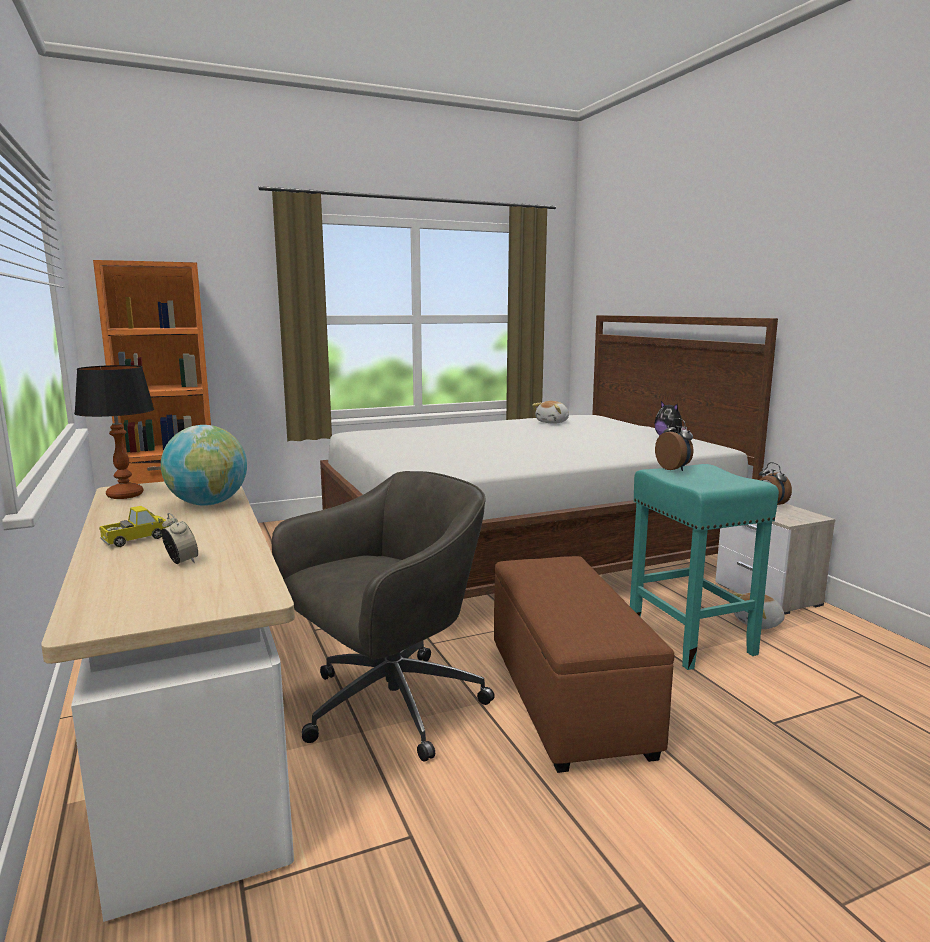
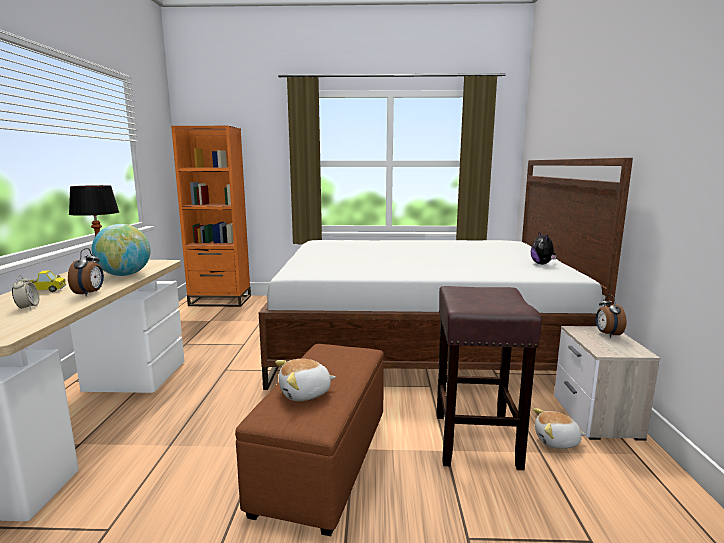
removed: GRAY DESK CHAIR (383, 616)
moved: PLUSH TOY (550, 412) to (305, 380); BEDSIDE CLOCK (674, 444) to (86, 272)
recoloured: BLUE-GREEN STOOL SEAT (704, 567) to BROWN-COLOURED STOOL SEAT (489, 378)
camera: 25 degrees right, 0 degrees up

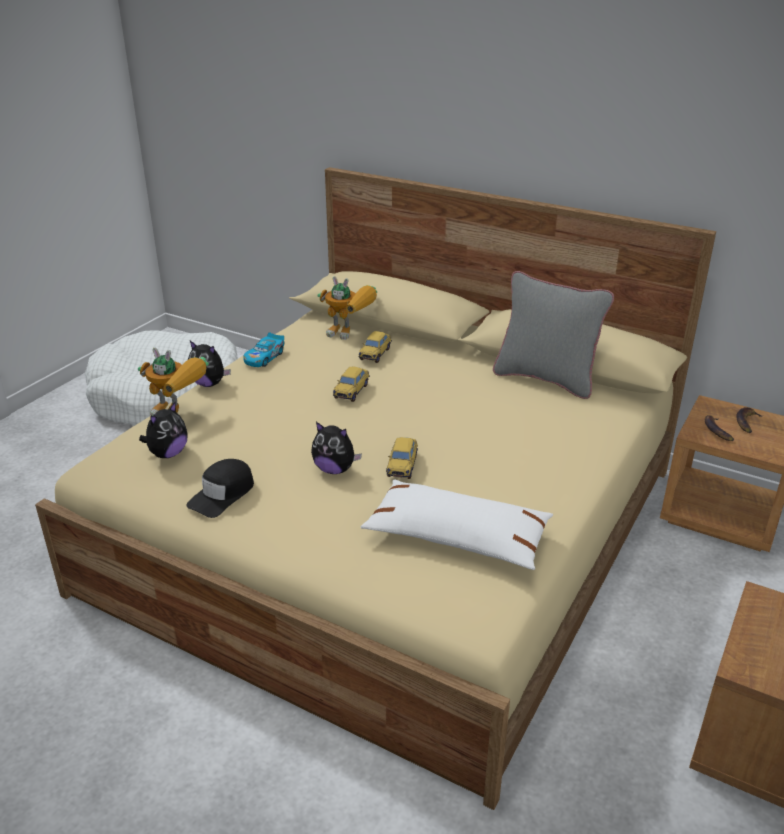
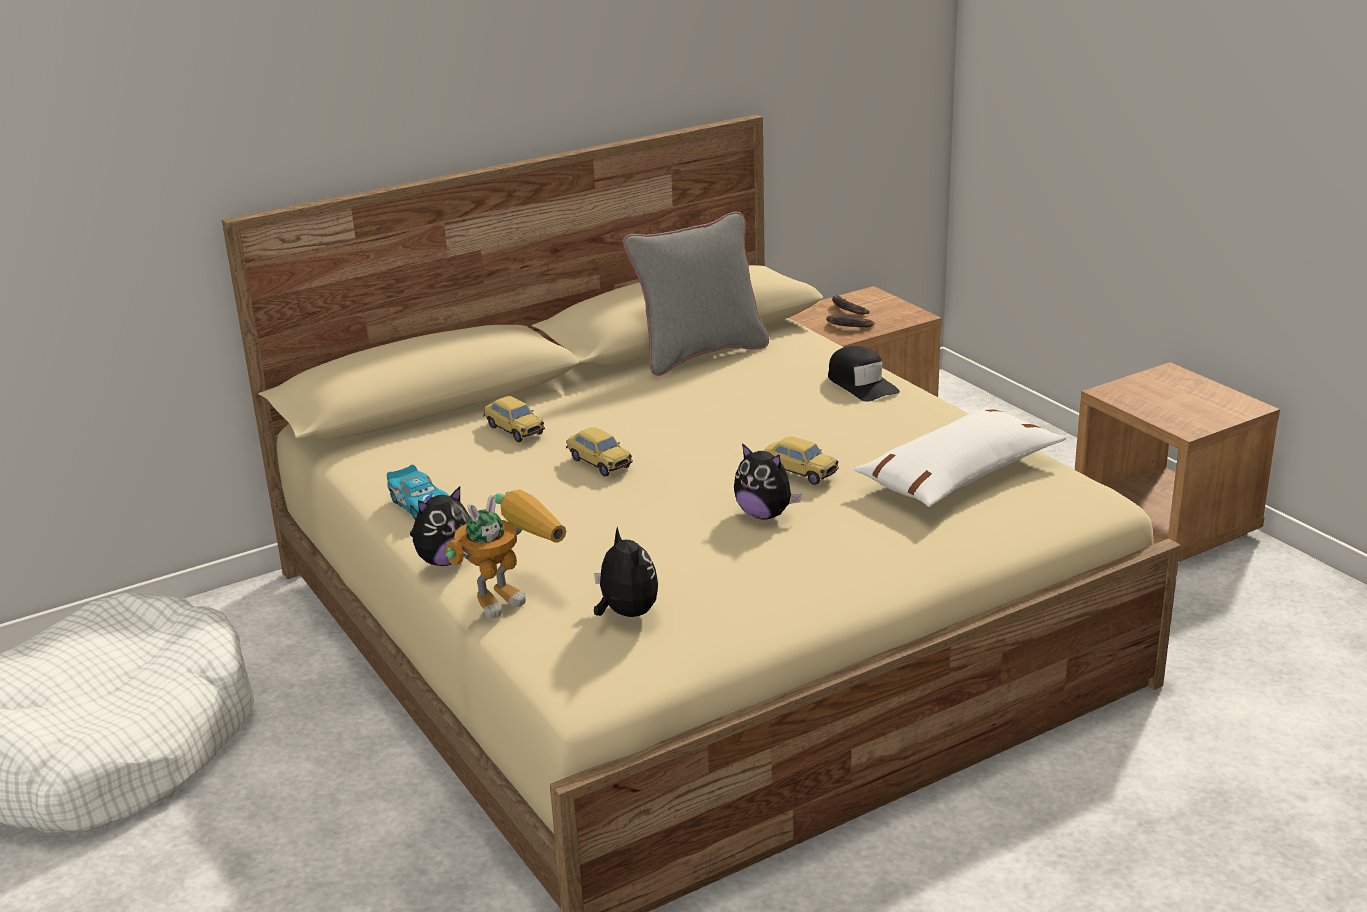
removed: ROBOT FIGURE (347, 308)
moved: BLACK-COLOURED BASEBALL CAP (220, 488) to (864, 374)
turned: PLUSH TOY (336, 448) = (768, 481) 75 degrees clockwise
camera: 60 degrees left, 5 degrees down

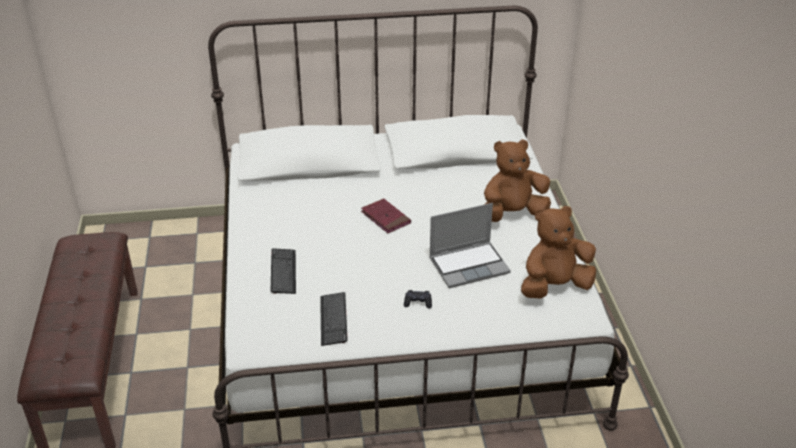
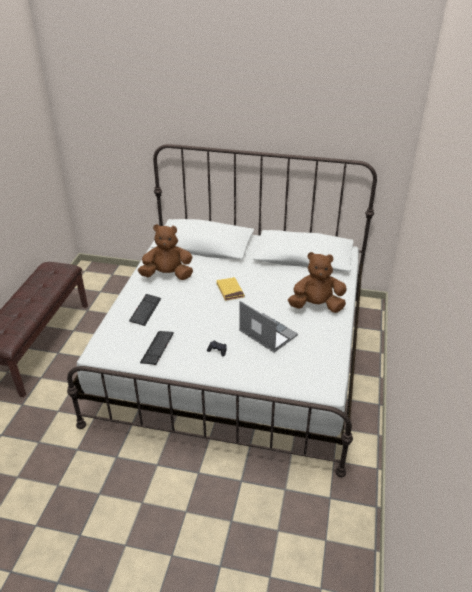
moved: BROWN-COLOURED PLUSH TOY (558, 252) to (165, 252)
recoloured: RED-COLOURED BOUND BOOK (386, 216) to YELLOWISH BOUND BOOK (230, 289)
turned: PORTABLE COMPUTER (470, 245) = (268, 326) 135 degrees counterclockwise
camera: 20 degrees right, 0 degrees up

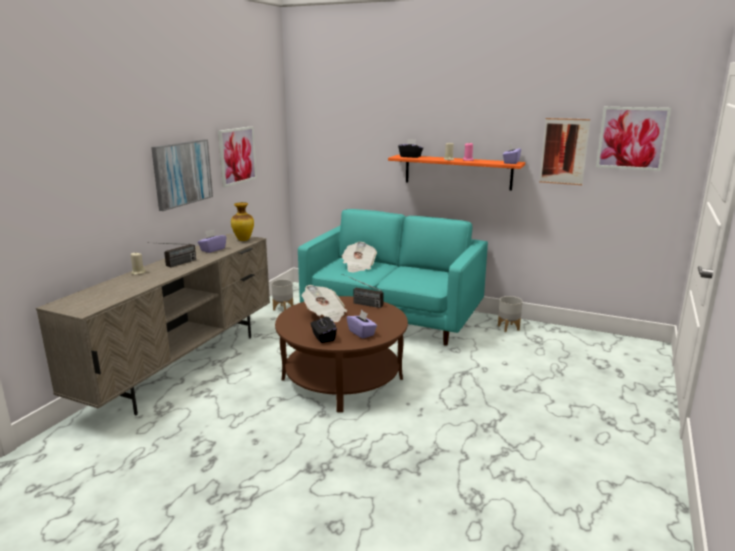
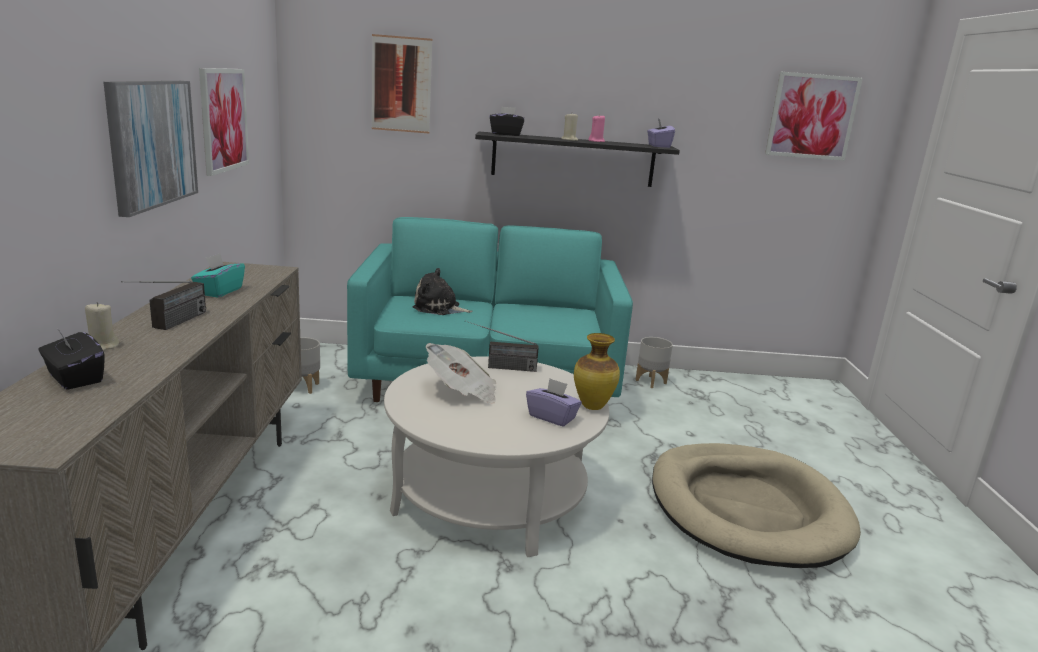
added: BEIGE-COLOURED PET BED (756, 505)
moved: PICTURE (565, 151) to (402, 83); DECORATIVE VASE (242, 221) to (597, 371); BLACK-COLOURED TISSUE BOX (323, 329) to (71, 359)
replaced: PRINTED PAPER (359, 257) to PLUSH TOY (443, 291)
recoloured: ORANGE-COLOURED SHELF (456, 173) to BLACK-COLOURED SHELF (577, 159); PURPLE-COLOURED TISSUE BOX (212, 241) to BLUE-GREEN TISSUE BOX (218, 275); BROWN-COLOURED LOW TABLE (341, 354) to WHITE-COLOURED LOW TABLE (496, 457)
camera: 25 degrees left, 0 degrees up

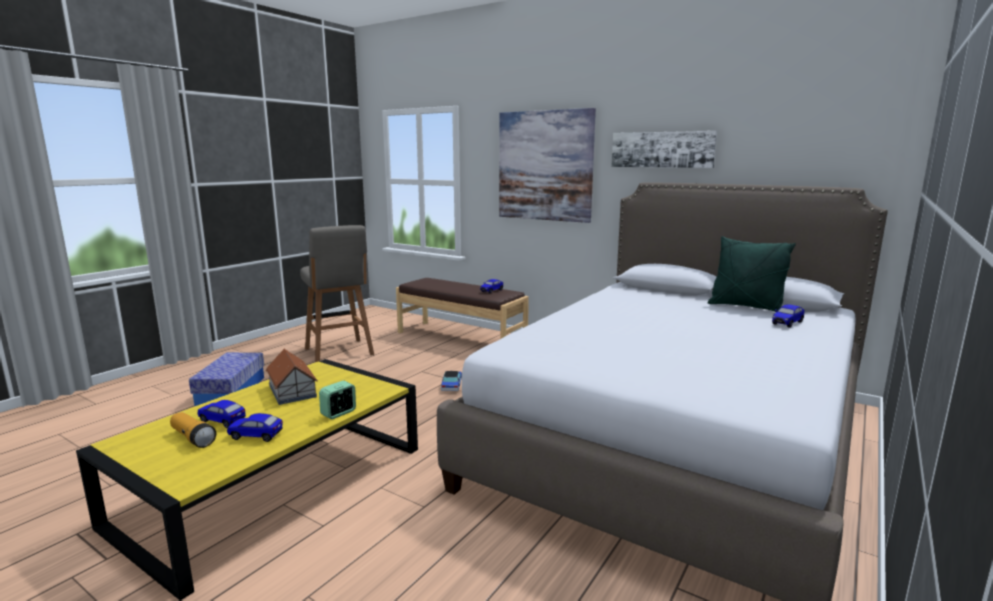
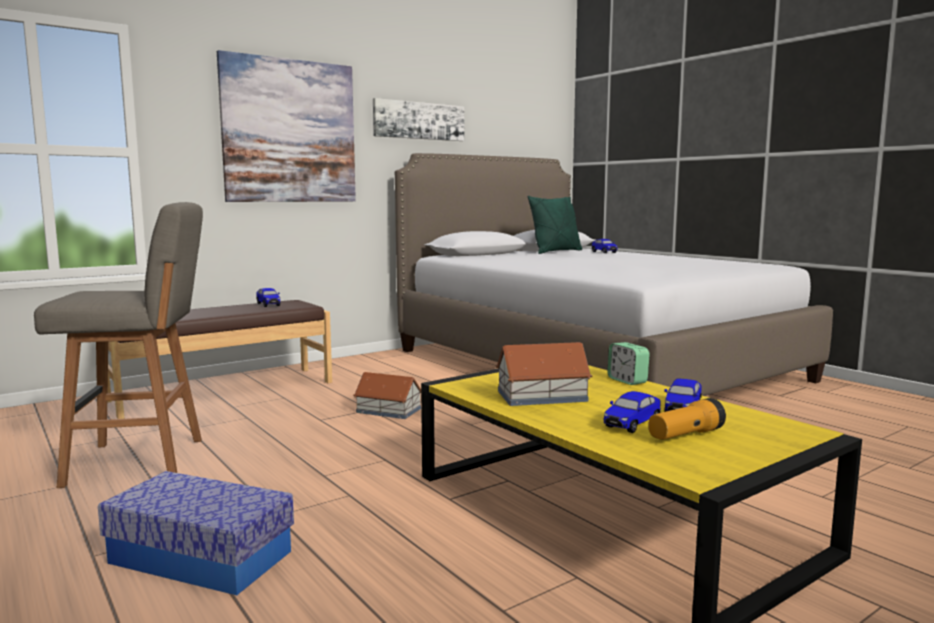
replaced: MINIATURE CAR (451, 381) to MINIATURE HOUSE (387, 395)
camera: 70 degrees left, 5 degrees down

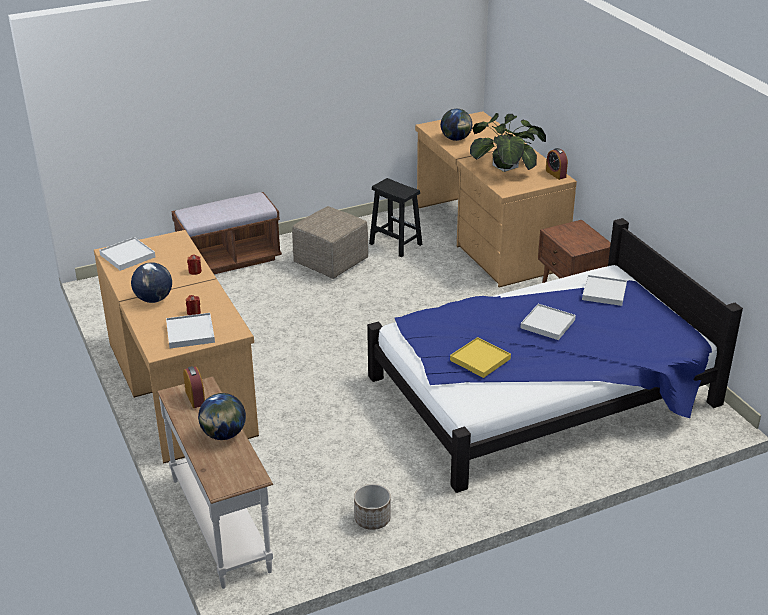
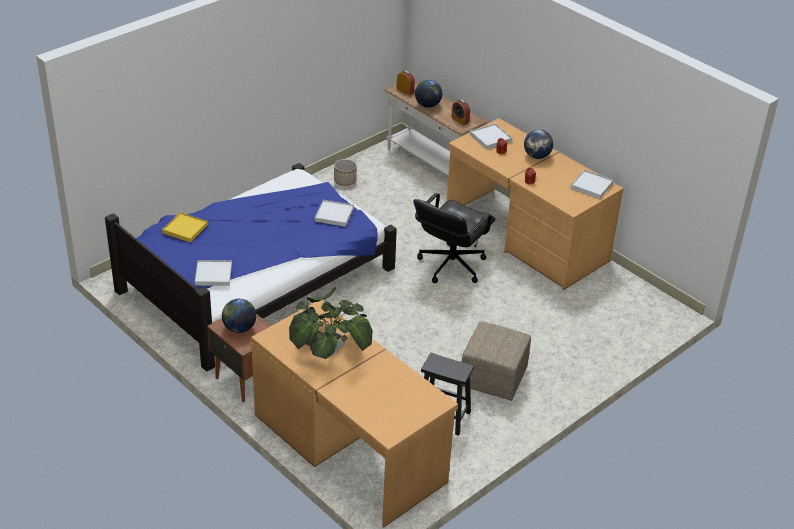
removed: BROWN-COLOURED BENCH (227, 233)
added: BLACK-COLOURED DESK CHAIR (454, 238)
moved: DESK GLOBE (456, 125) to (239, 316); BEDSIDE CLOCK (557, 164) to (405, 82); WHITE-COLOURED TRAY (548, 322) to (334, 213); YELLOWISH TRAY (480, 357) to (185, 227)
camera: 160 degrees right, 5 degrees up

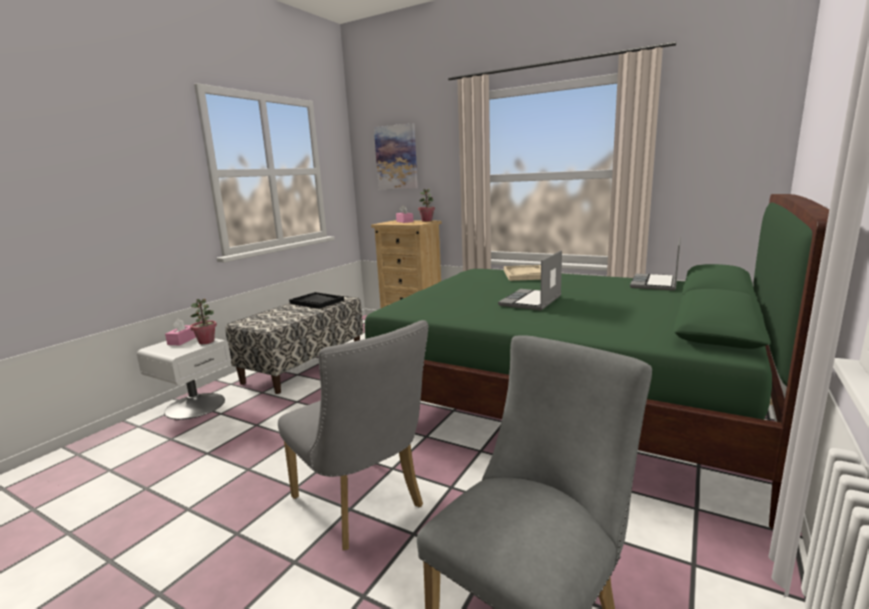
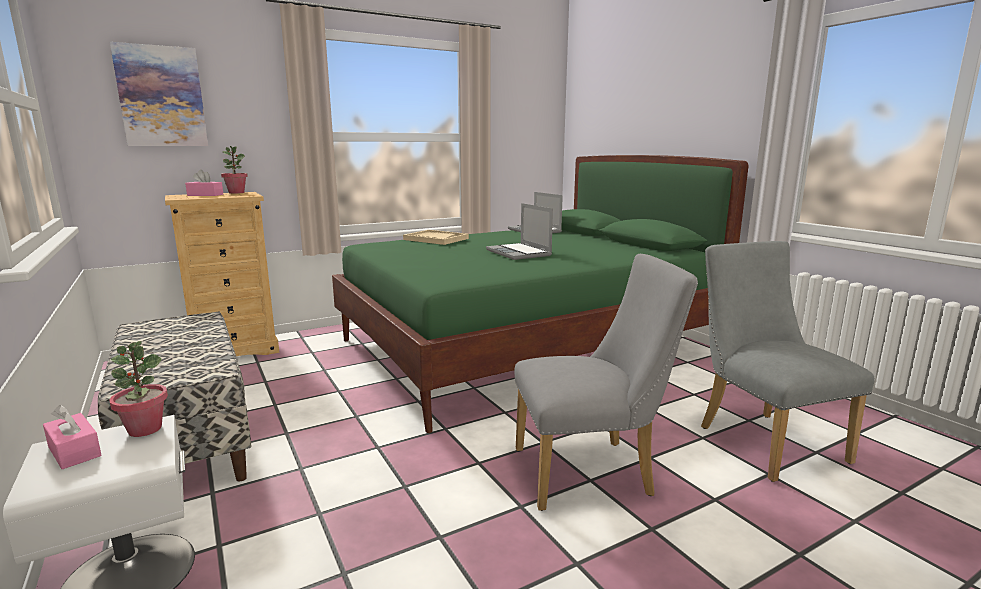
removed: BLACK-COLOURED TRAY (316, 300)
camera: 60 degrees left, 0 degrees up

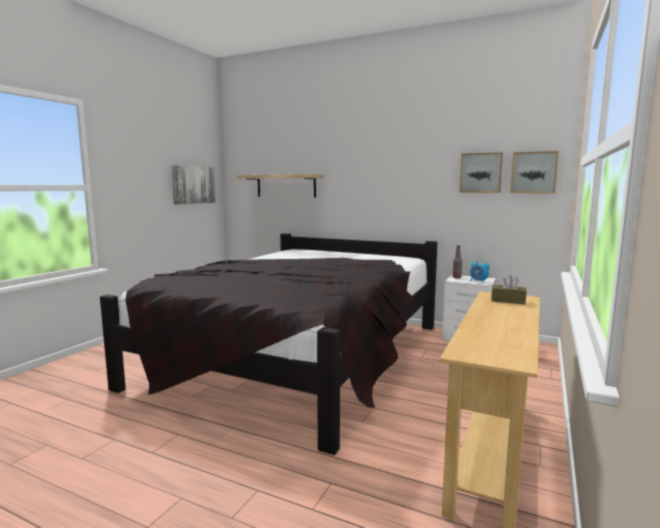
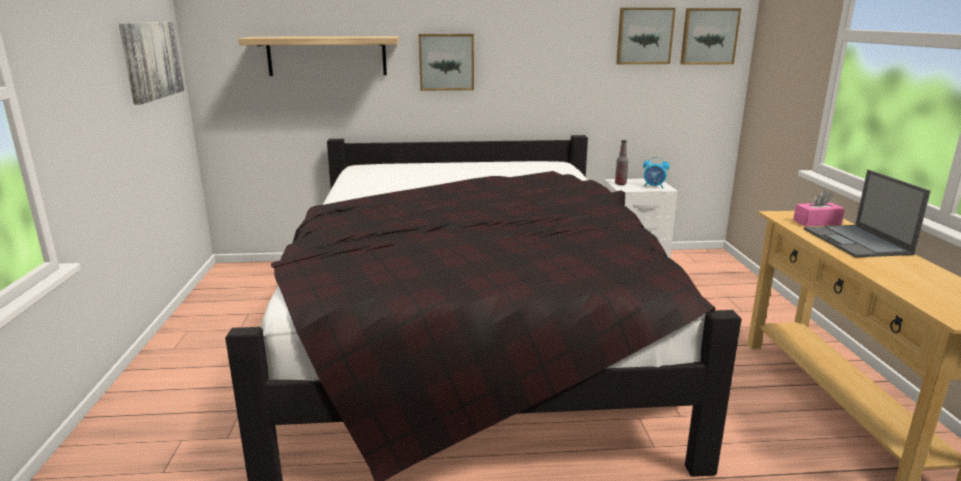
added: PICTURE (446, 62); PORTABLE COMPUTER (867, 214)
recoloured: BROWN-COLOURED TISSUE BOX (508, 289) to PINK-COLOURED TISSUE BOX (819, 208)
camera: 30 degrees left, 10 degrees up

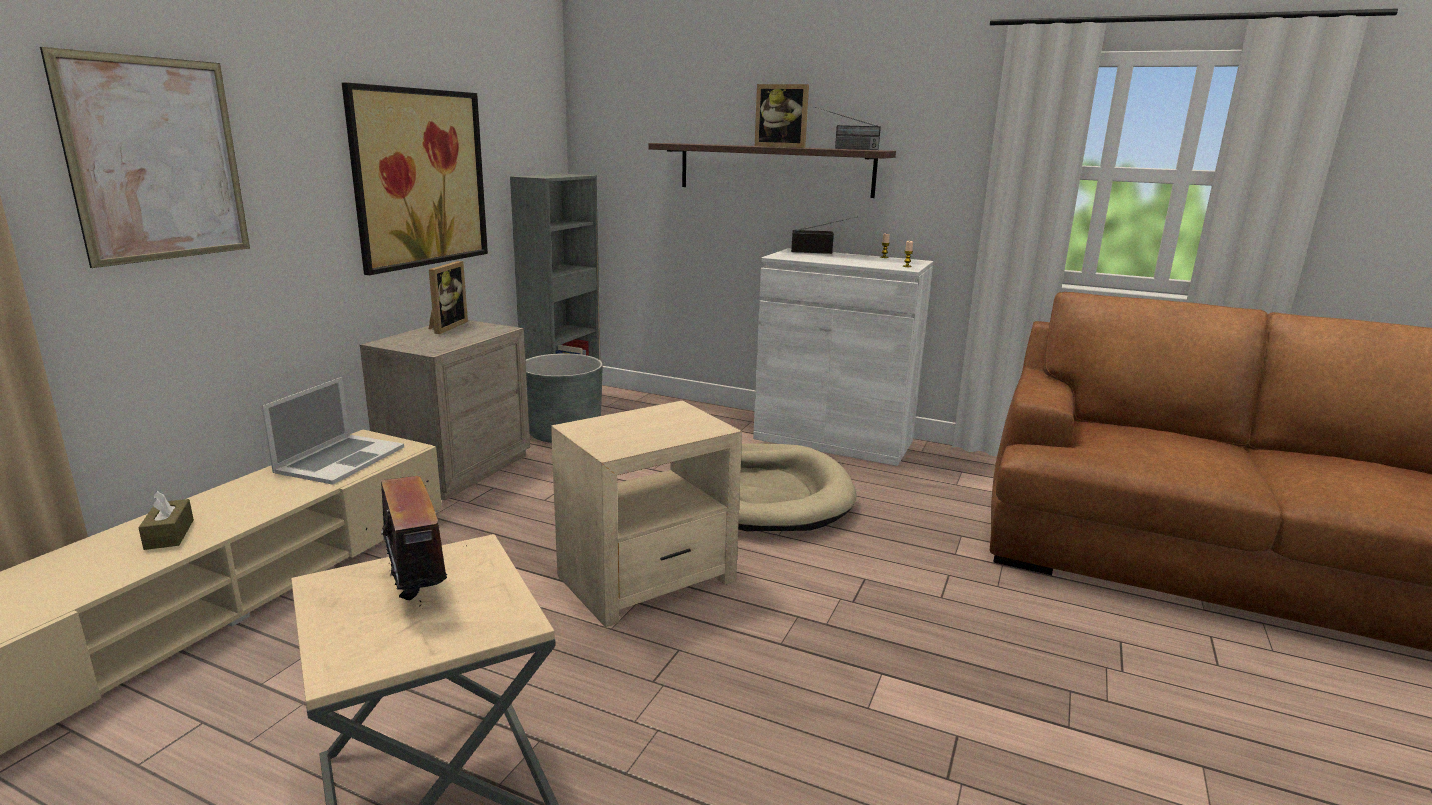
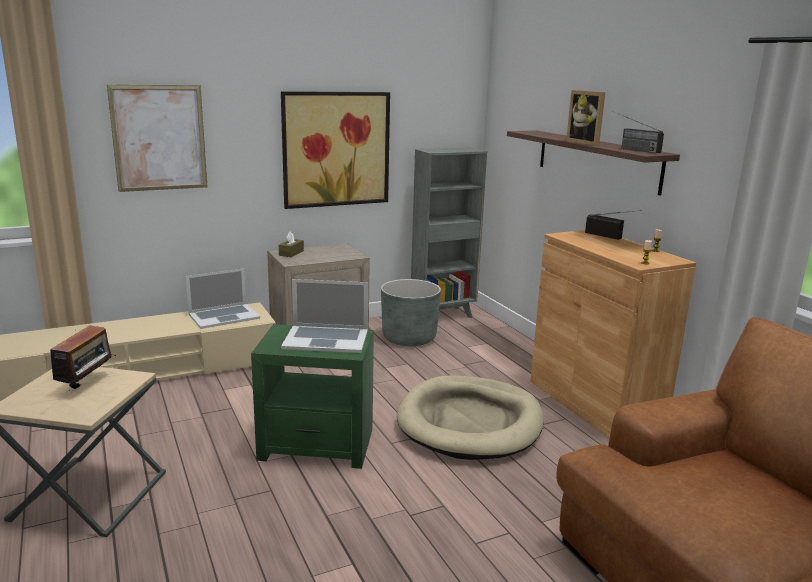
removed: STANDING FRAME (448, 297)
added: PORTABLE COMPUTER (324, 316)
moved: BROWN-COLOURED TISSUE BOX (166, 520) to (291, 244)
recoloured: WHITE-COLOURED STORAGE CABINET (843, 357) to BROWN-COLOURED STORAGE CABINET (613, 334); BEIGE-COLOURED ACCENT TABLE (646, 513) to GREEN-COLOURED ACCENT TABLE (312, 396)
camera: 40 degrees right, 0 degrees up

